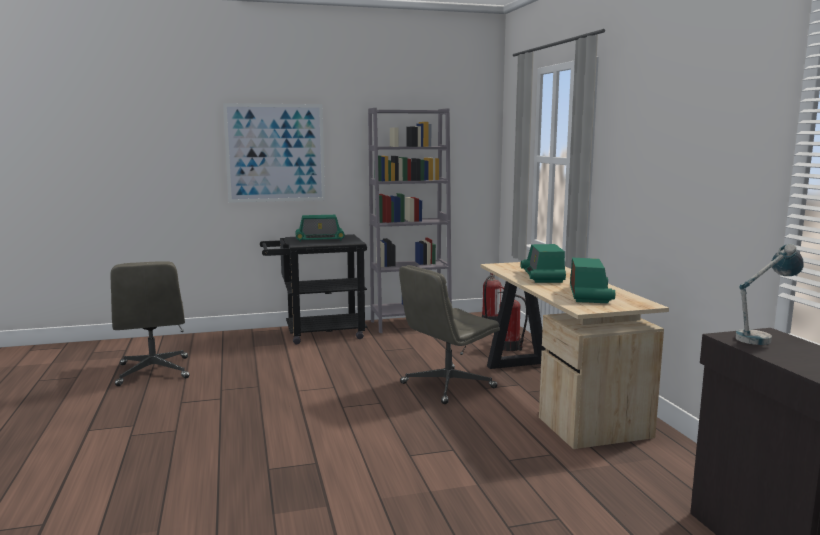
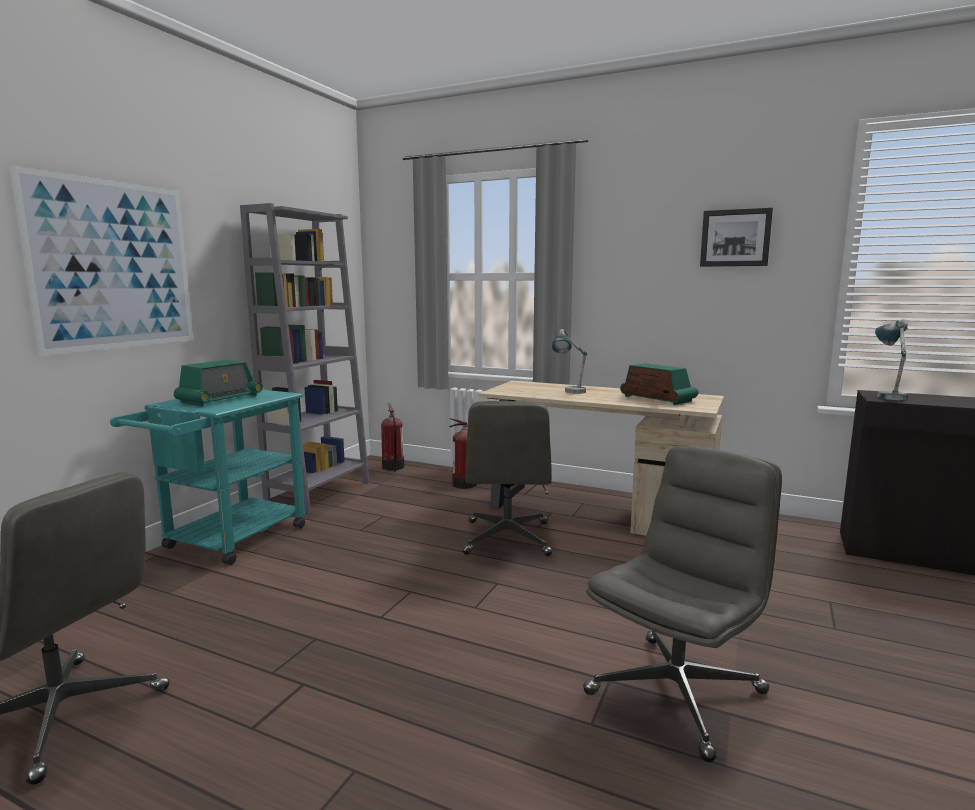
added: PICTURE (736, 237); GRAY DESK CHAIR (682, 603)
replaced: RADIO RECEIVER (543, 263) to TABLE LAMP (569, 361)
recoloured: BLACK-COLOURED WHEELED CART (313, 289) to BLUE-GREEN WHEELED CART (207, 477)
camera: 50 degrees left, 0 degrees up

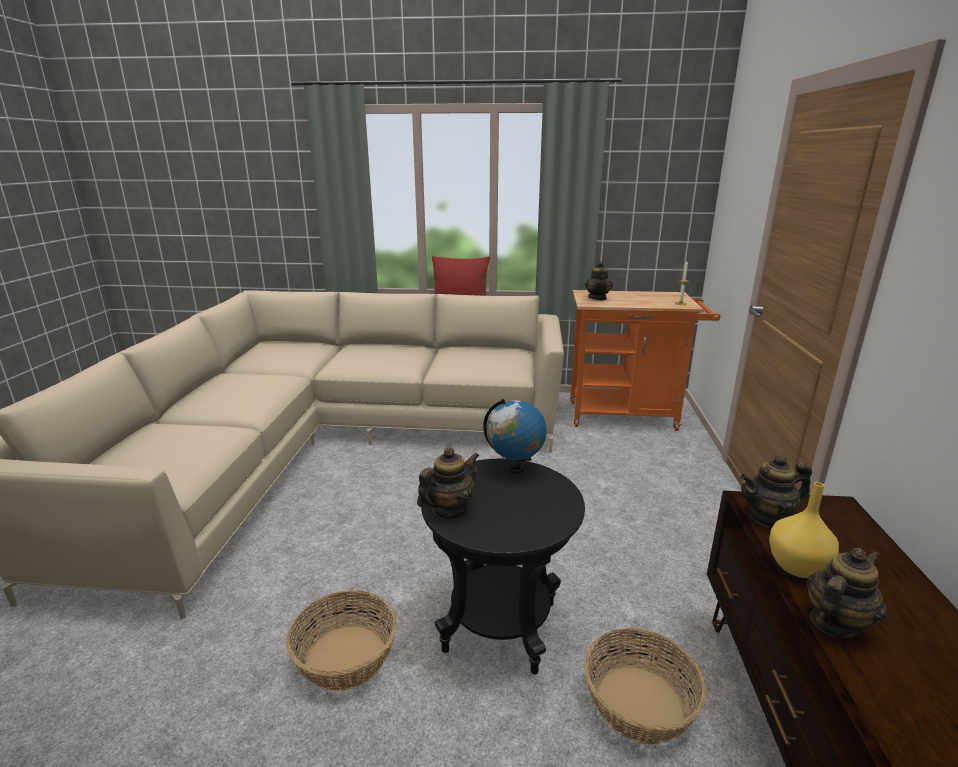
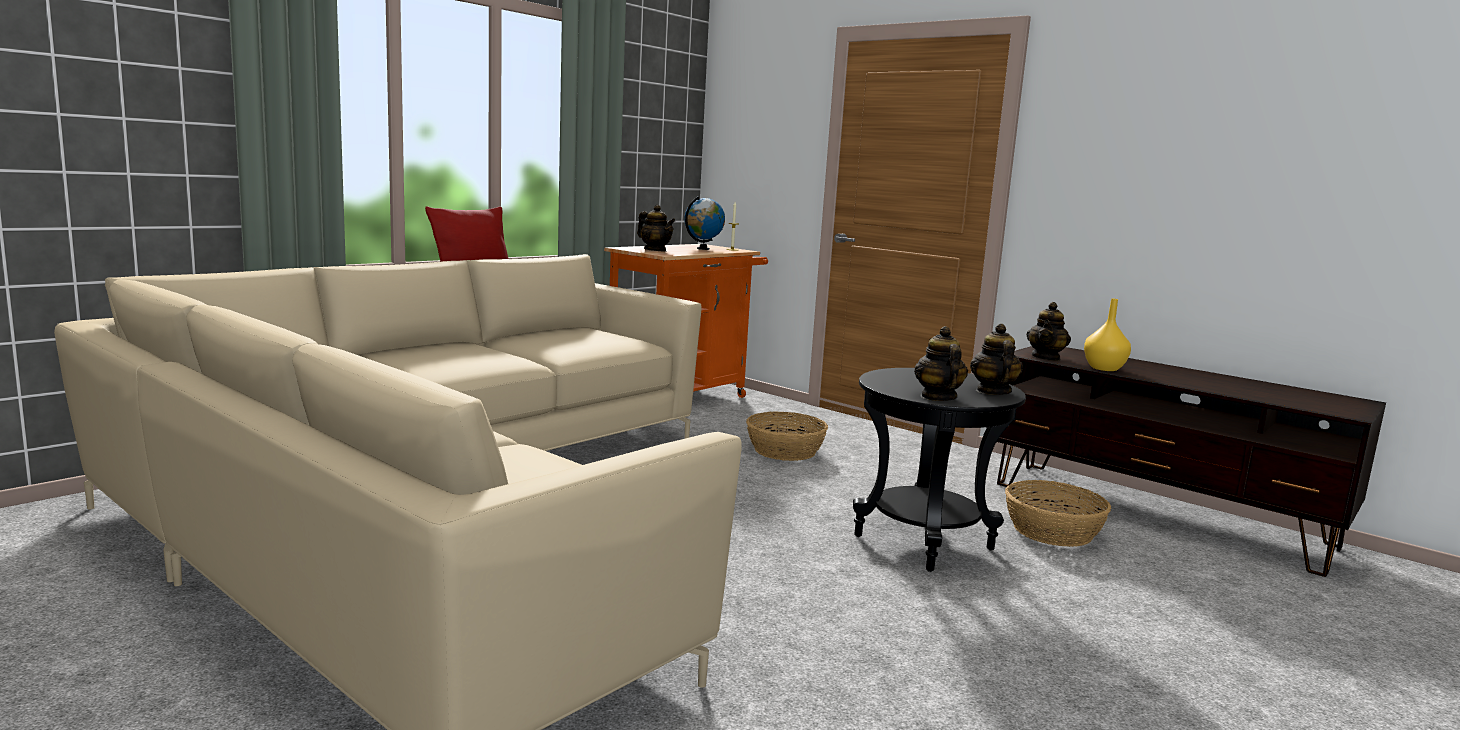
moved: DESK GLOBE (515, 436) to (704, 223); POT FOR TEA (847, 594) to (996, 359); BASKET (341, 640) to (787, 436)
camera: 55 degrees left, 10 degrees down

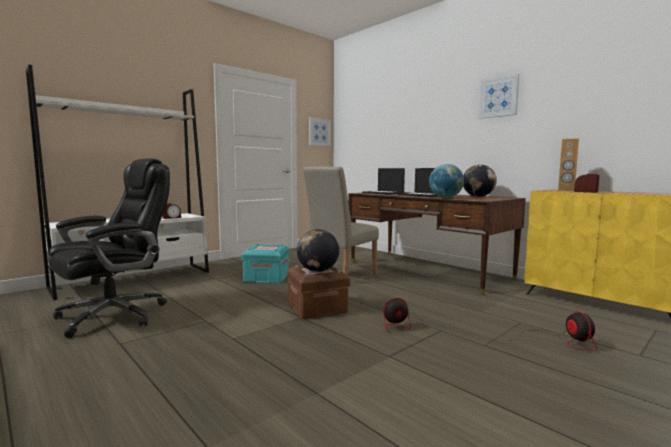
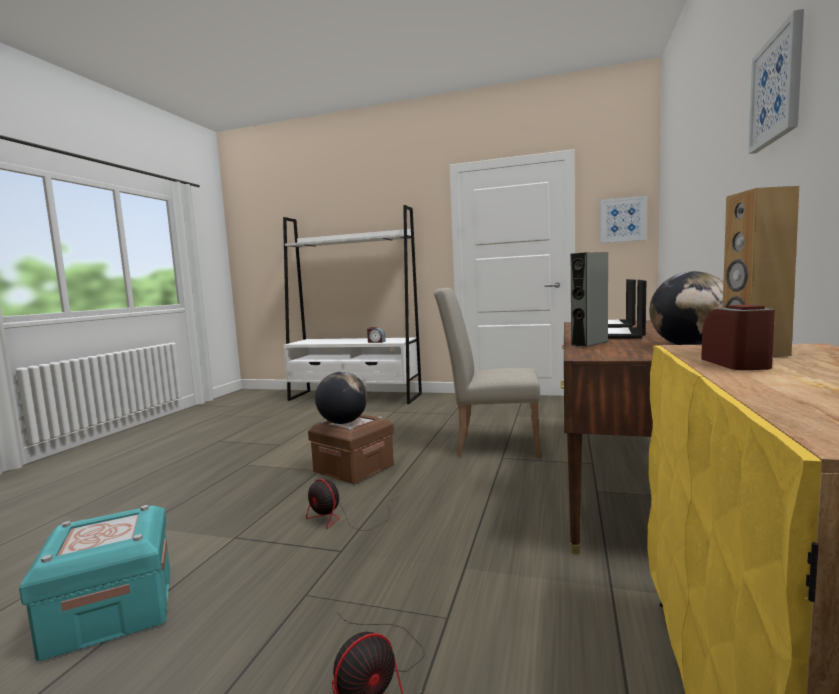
removed: BLACK-COLOURED DESK CHAIR (109, 248)
moved: BLUE-GREEN STORAGE CONTAINER (265, 263) to (94, 583)
replaced: DESK GLOBE (446, 181) to GRAY SPEAKER (589, 299)
camera: 60 degrees right, 0 degrees up

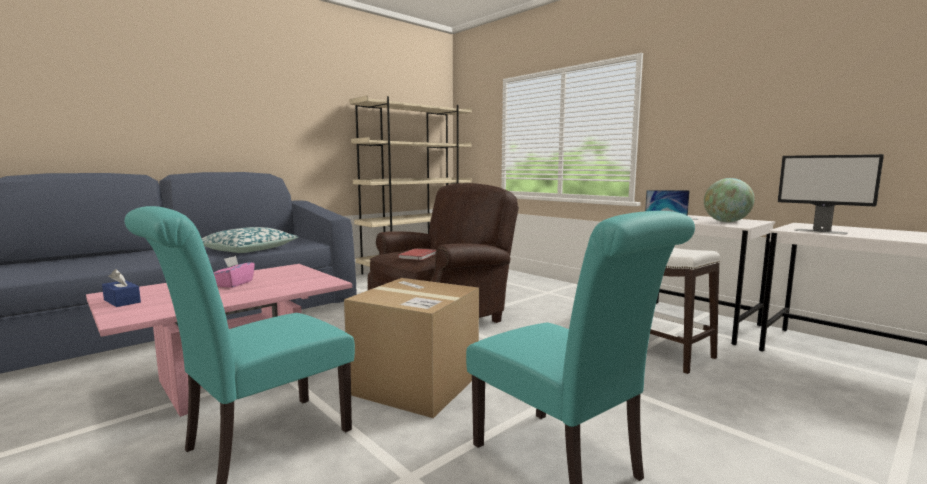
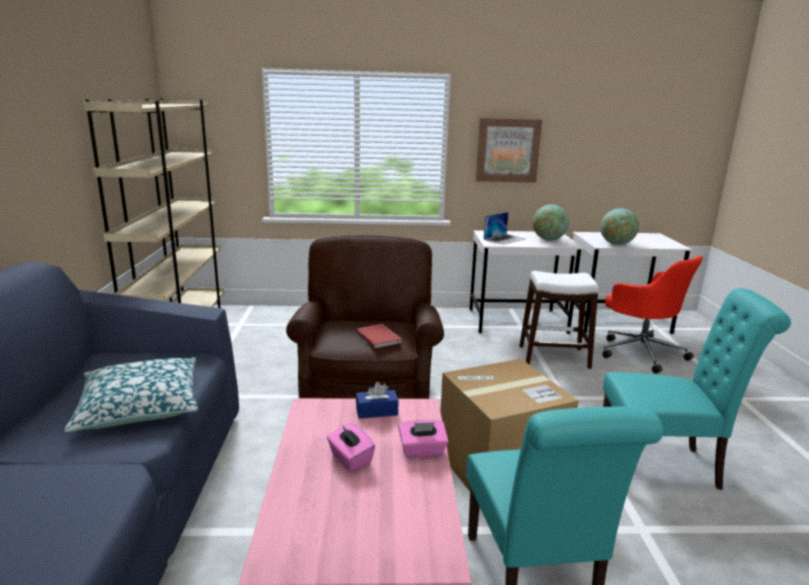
added: PICTURE (509, 150); RED-COLOURED DESK CHAIR (652, 315); PINK-COLOURED TISSUE BOX (423, 438)
moved: BLUE-COLOURED TISSUE BOX (121, 288) to (377, 400)
replaced: COMPUTER SCREEN (831, 194) to DESK GLOBE (619, 226)
camera: 50 degrees left, 10 degrees up

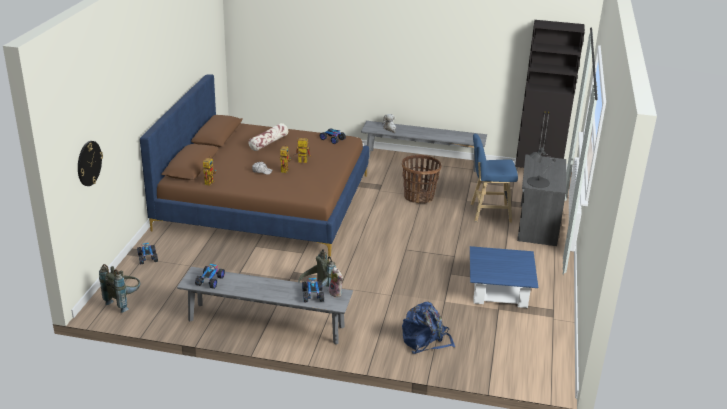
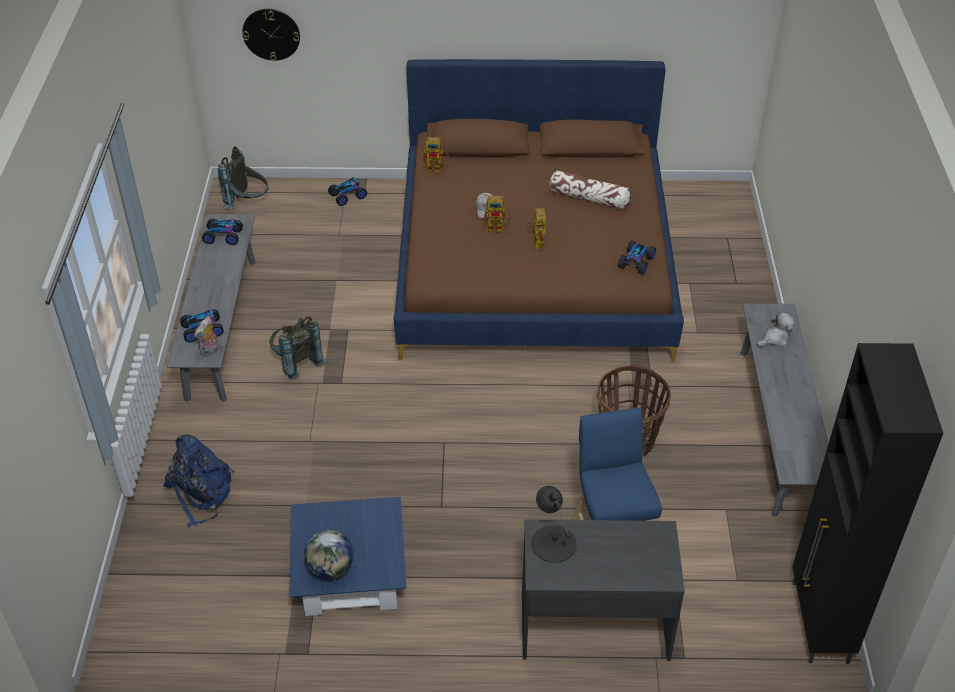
added: DESK GLOBE (328, 554)
camera: 80 degrees right, 15 degrees up

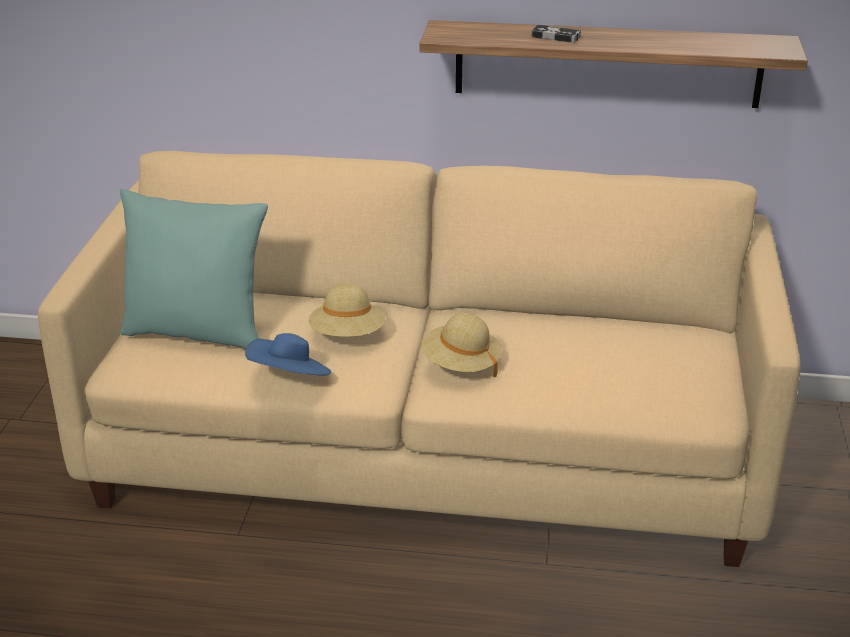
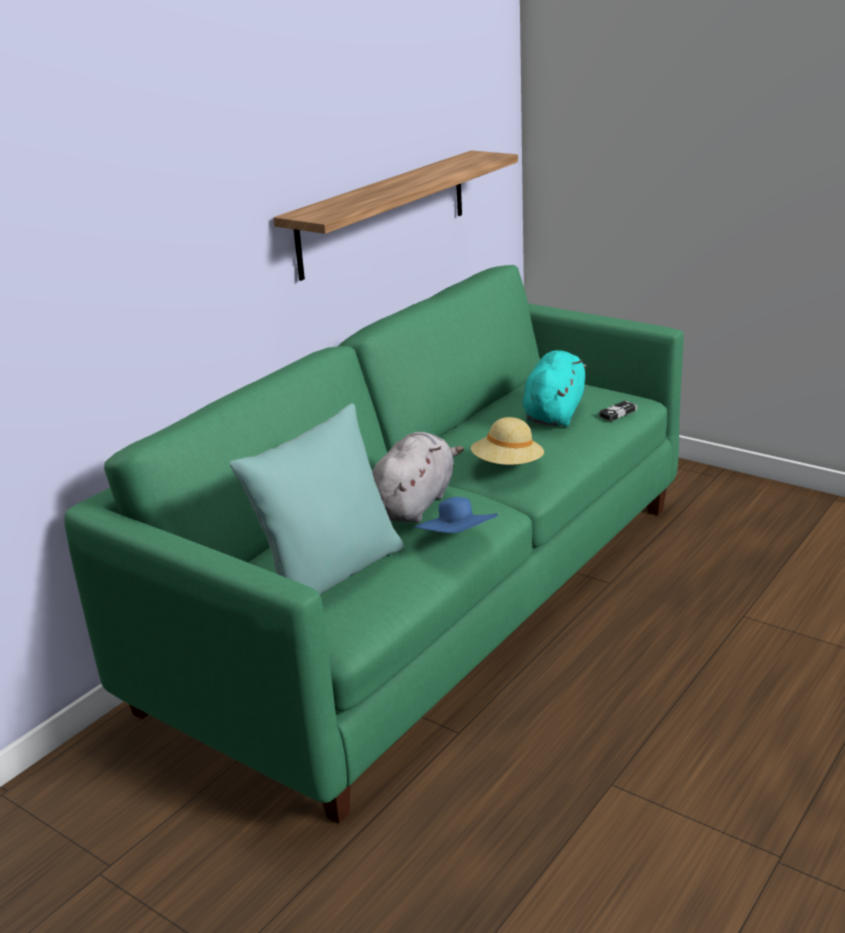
added: BLUE-GREEN PLUSH TOY (555, 388)
moved: GAMEPAD (556, 34) to (618, 410)
replaced: BEIGE-COLOURED CLOTHING HAT (347, 310) to GRAY PLUSH TOY (418, 477)
recoloured: BEIGE-COLOURED COUCH (419, 359) to GREEN-COLOURED COUCH (373, 544)
camera: 60 degrees left, 5 degrees down

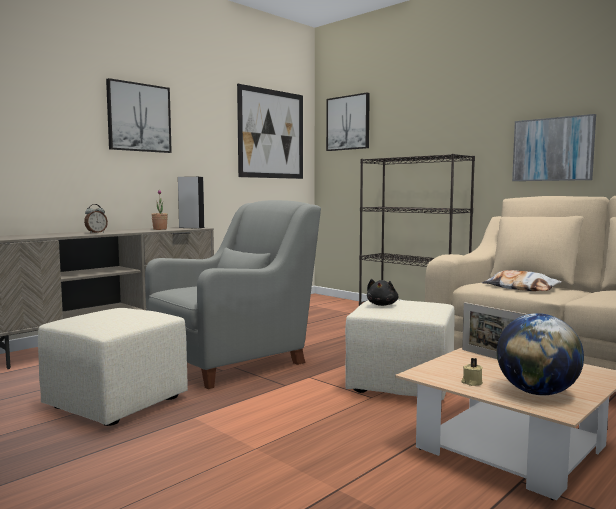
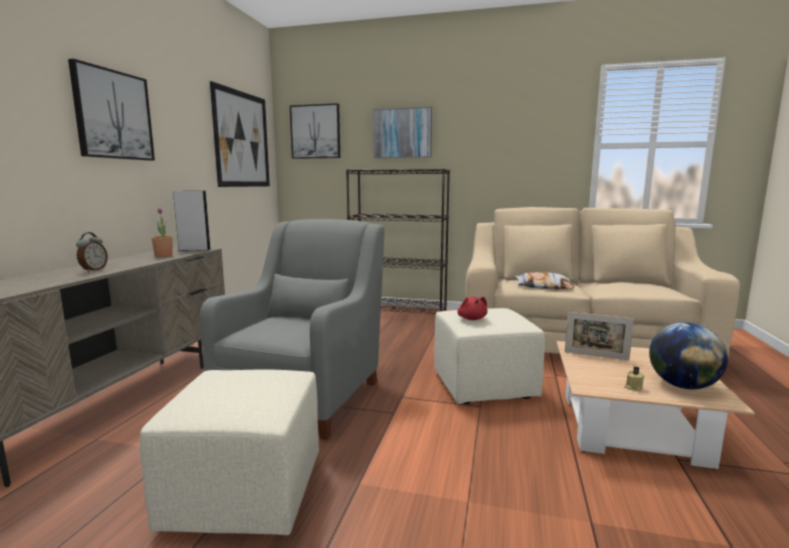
moved: PICTURE (554, 147) to (402, 132)
recoloured: BLACK-COLOURED PLUSH TOY (383, 292) to RED-COLOURED PLUSH TOY (472, 308)
camera: 30 degrees left, 5 degrees up

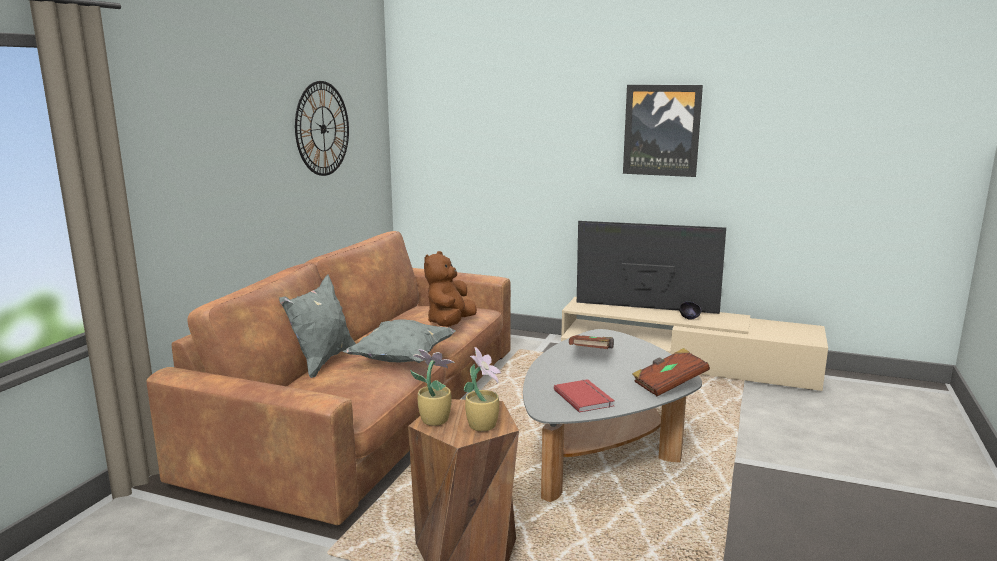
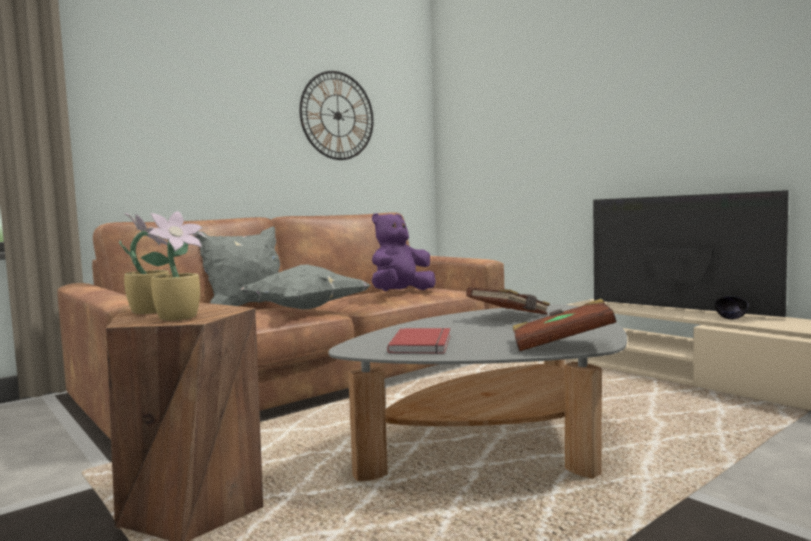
removed: PICTURE (663, 131)
recoloured: BROWN-COLOURED PLUSH TOY (450, 289) to PURPLE-COLOURED PLUSH TOY (404, 252)
camera: 30 degrees right, 10 degrees down

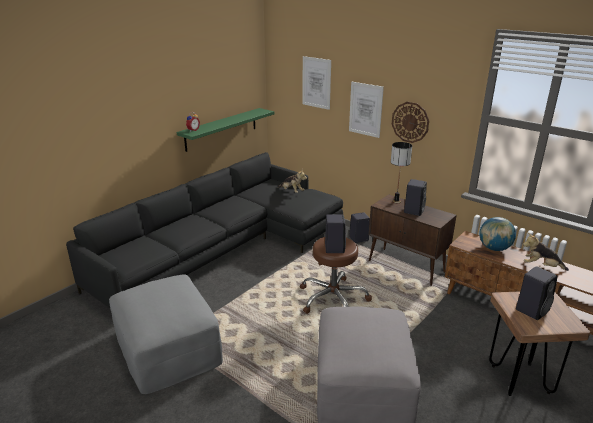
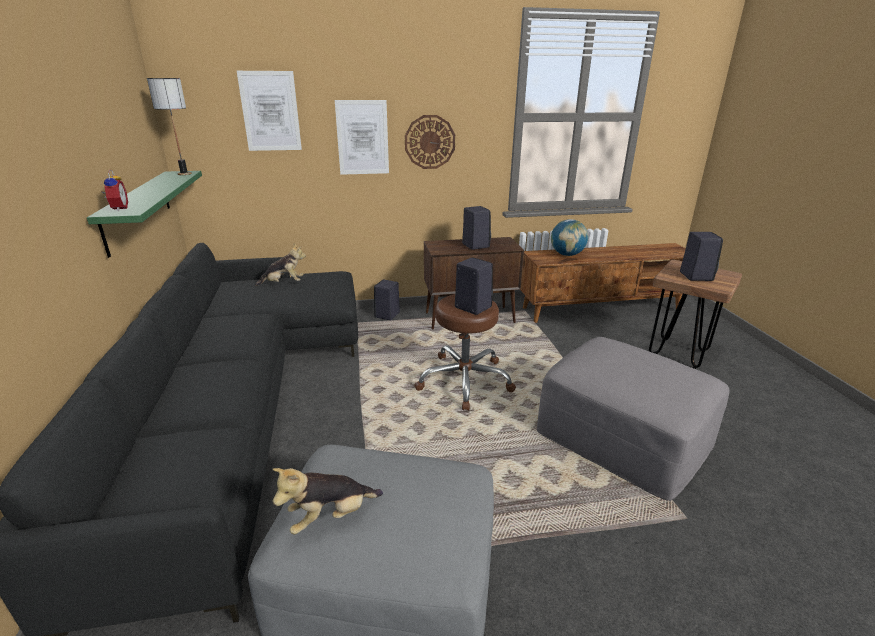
moved: TABLE LAMP (401, 172) to (169, 126); PLUSH TOY (546, 252) to (327, 501)
camera: 50 degrees left, 0 degrees up

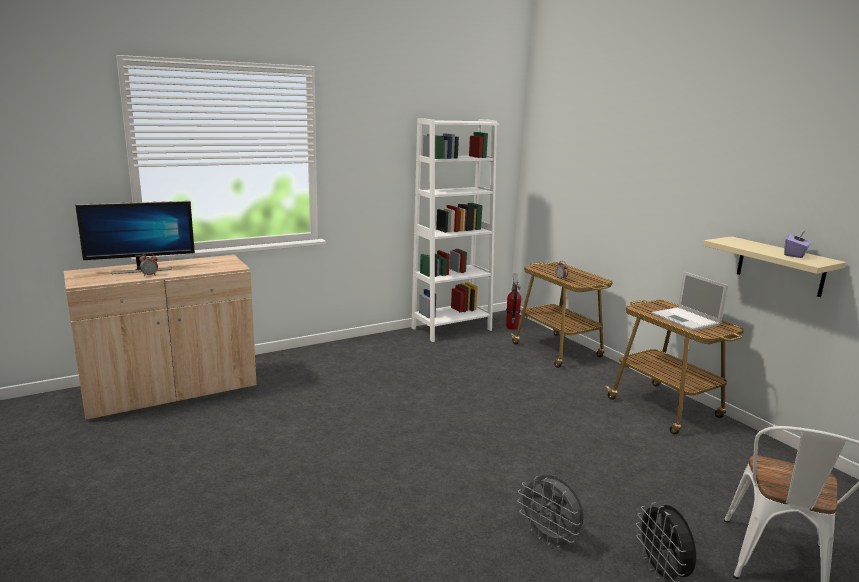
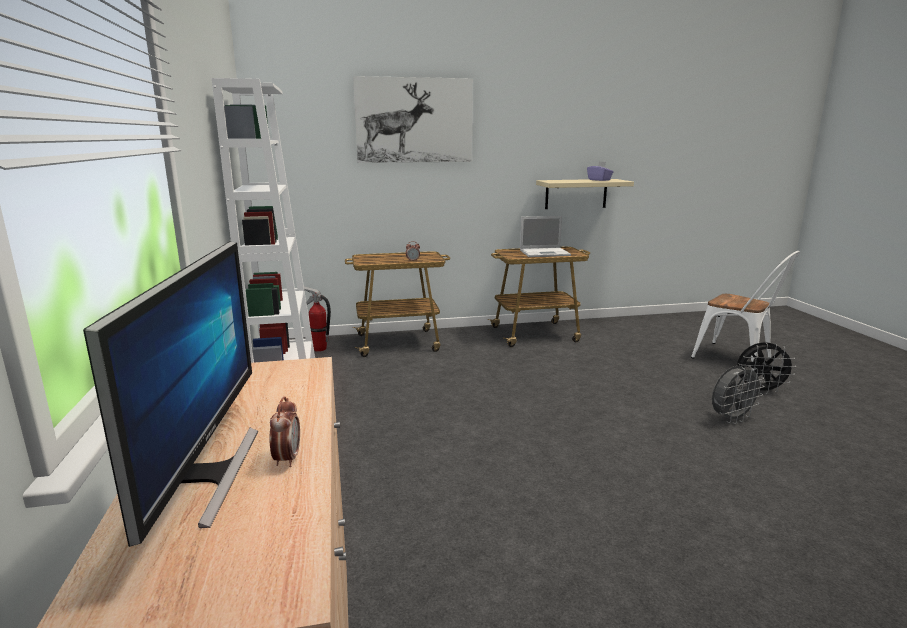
added: PICTURE (413, 119)
camera: 70 degrees left, 0 degrees up

